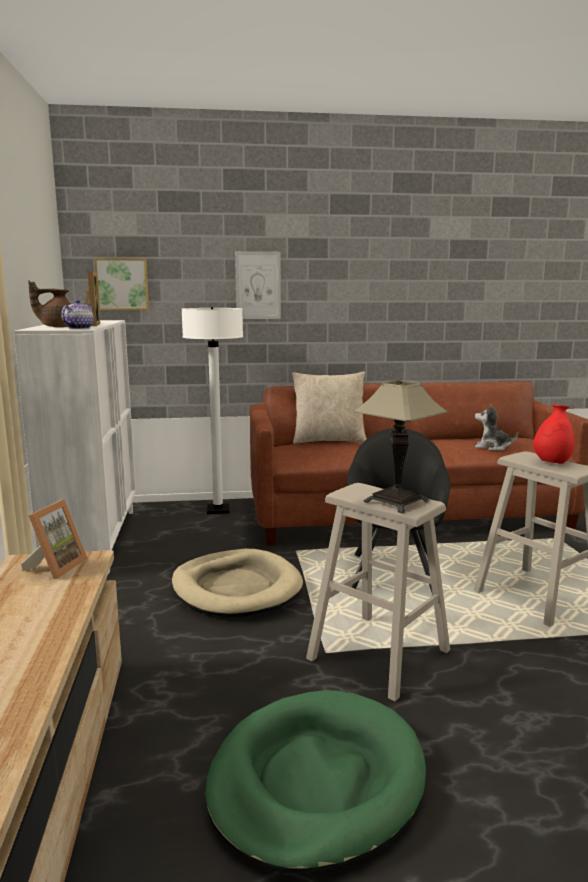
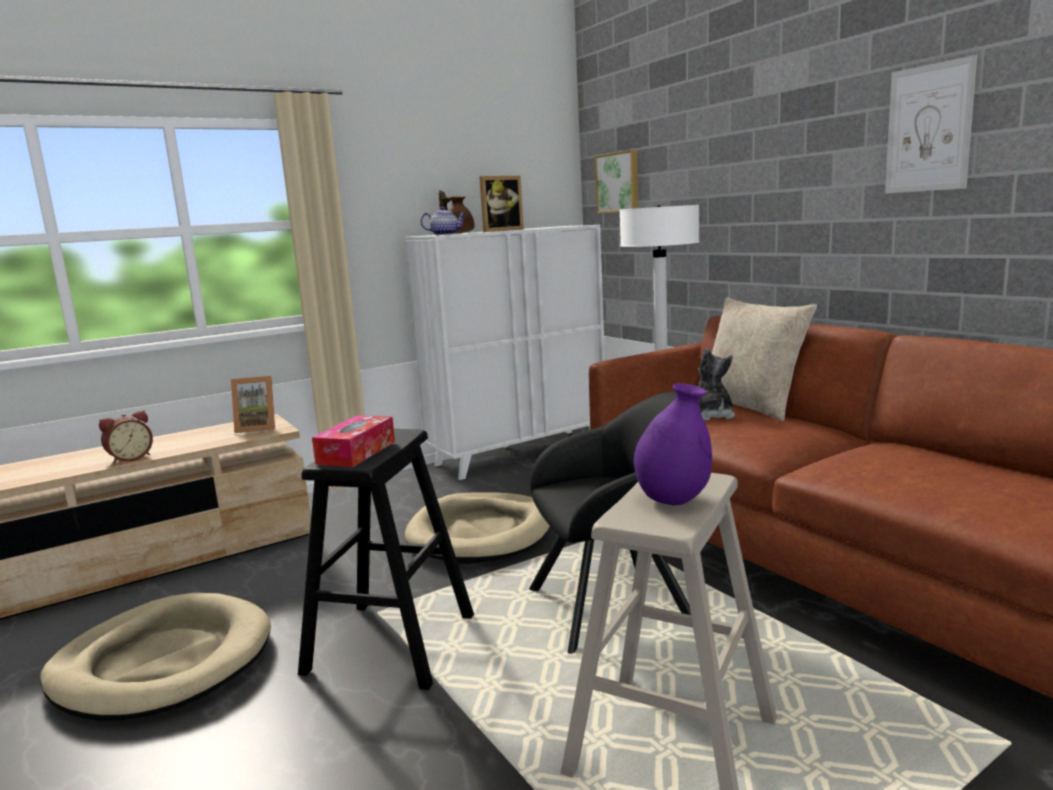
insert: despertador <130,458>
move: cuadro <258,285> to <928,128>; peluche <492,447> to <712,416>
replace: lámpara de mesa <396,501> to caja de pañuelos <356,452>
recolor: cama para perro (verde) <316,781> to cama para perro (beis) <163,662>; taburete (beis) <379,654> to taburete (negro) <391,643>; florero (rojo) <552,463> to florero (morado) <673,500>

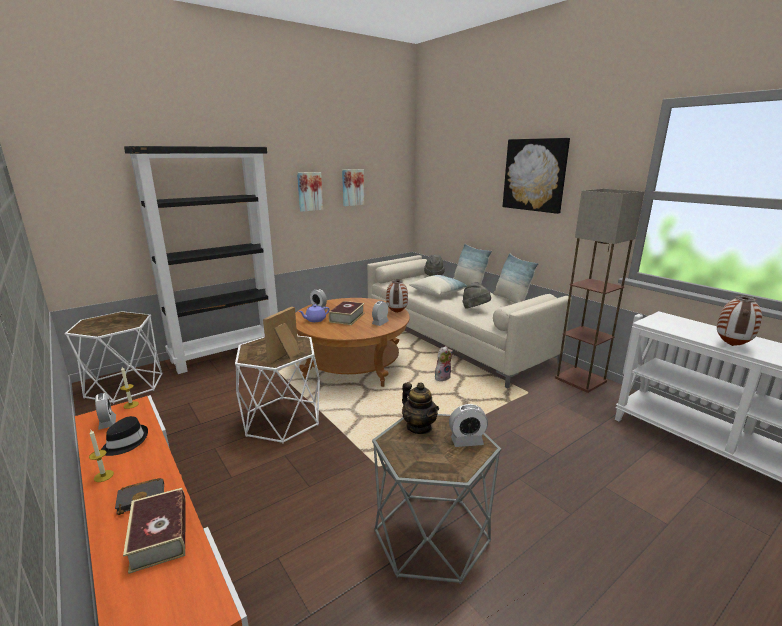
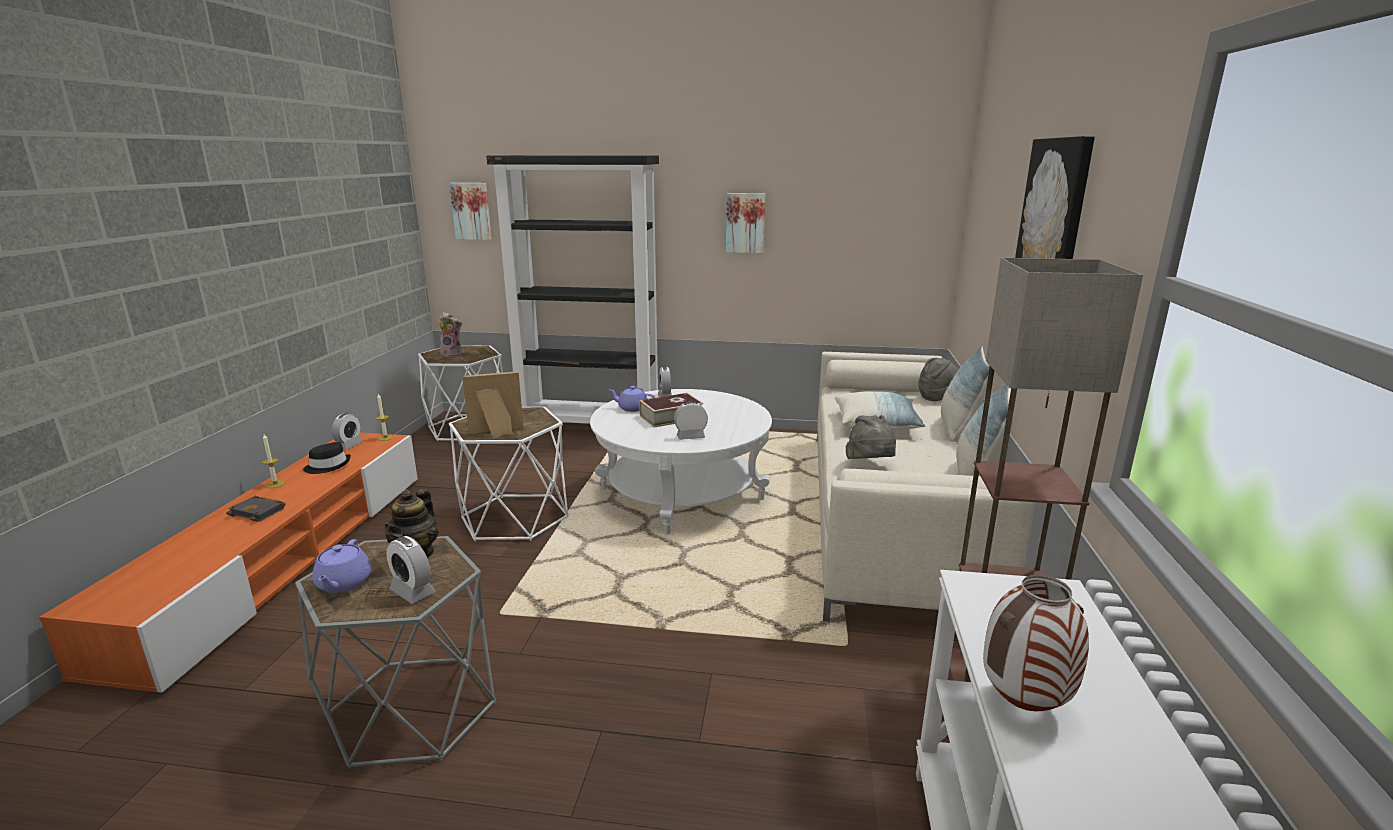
delete: libro <160,535>; florero <396,312>
insert: tetera (morado) <343,583>
move: cuadro <352,187> to <471,211>; peluche <442,377> to <453,354>
recolor: mesa de centro (marrón) <353,366> to mesa de centro (blanco) <681,494>

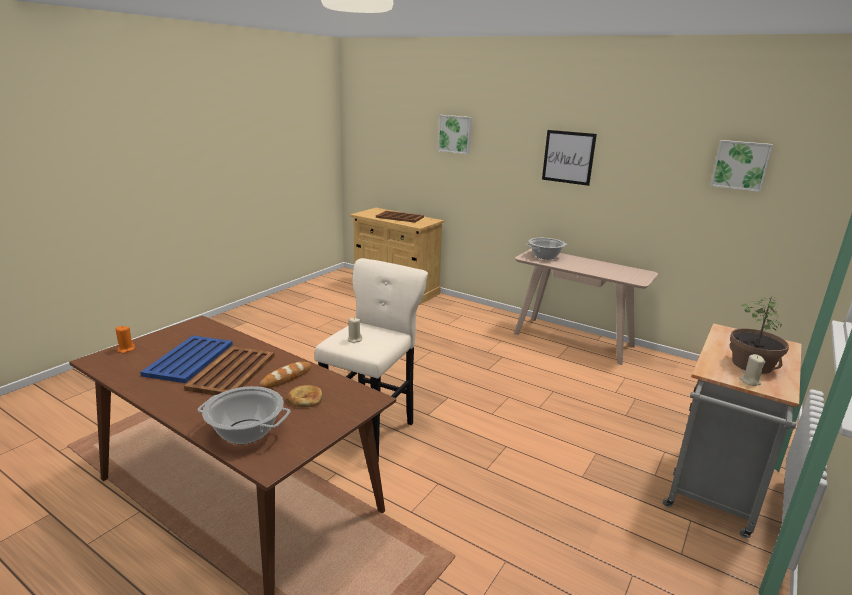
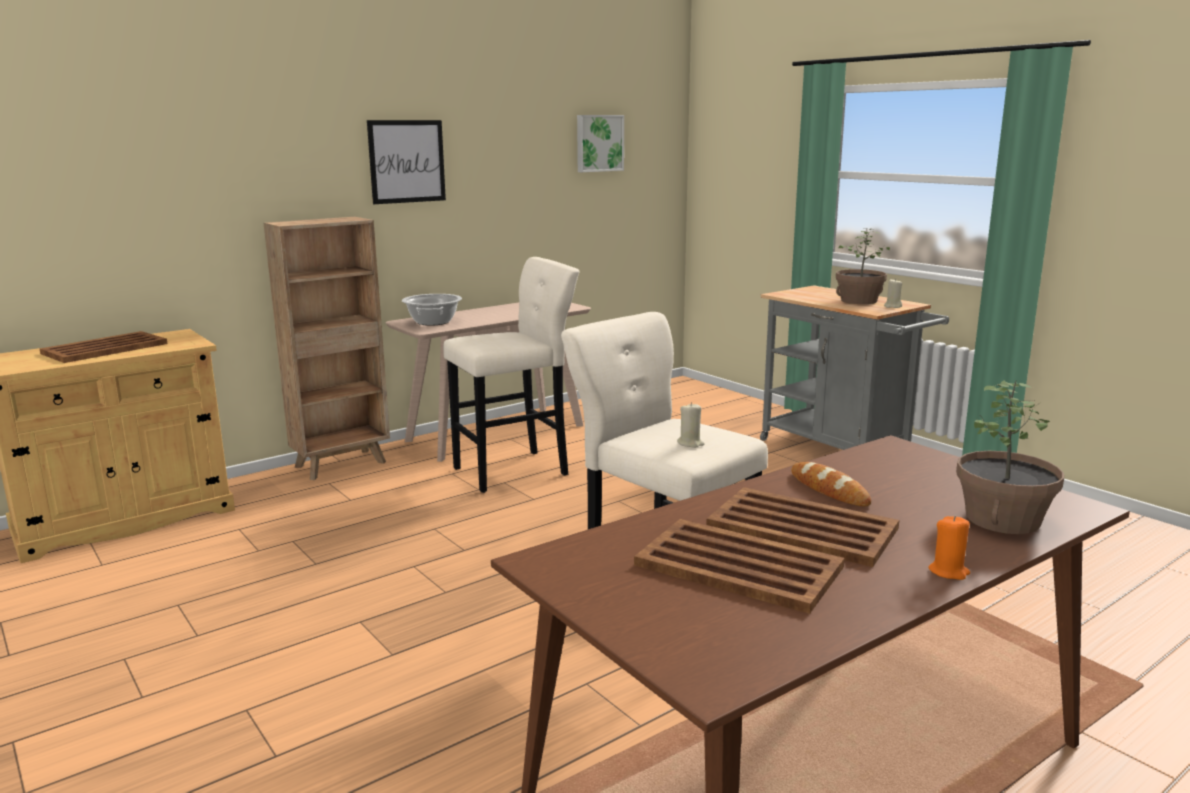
delete: pan <304,399>; cuadro <455,134>
insert: estantería (marrón) <342,464>; taburete (beis) <516,470>
move: vela (naranja) <126,349> to <949,572>
replace: olla <245,432> to planta en maceta <1003,519>
recolor: bandeja (azul) <190,359> to bandeja (marrón) <736,565>

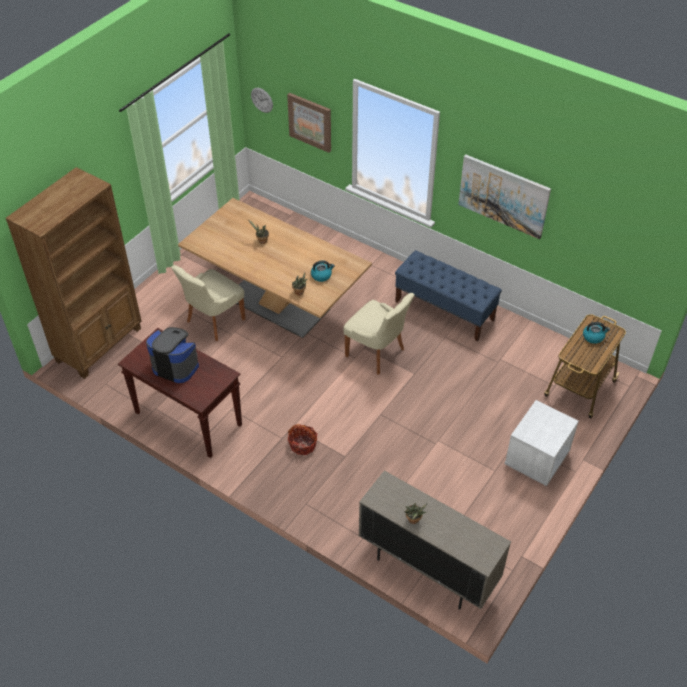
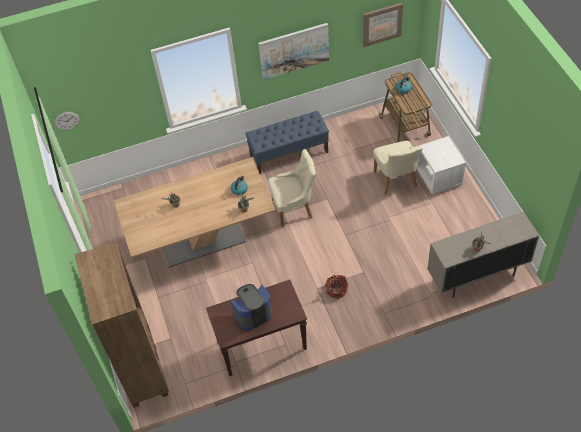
move: silla (beis) <213,321> to <396,180>; cuadro <310,122> to <382,24>

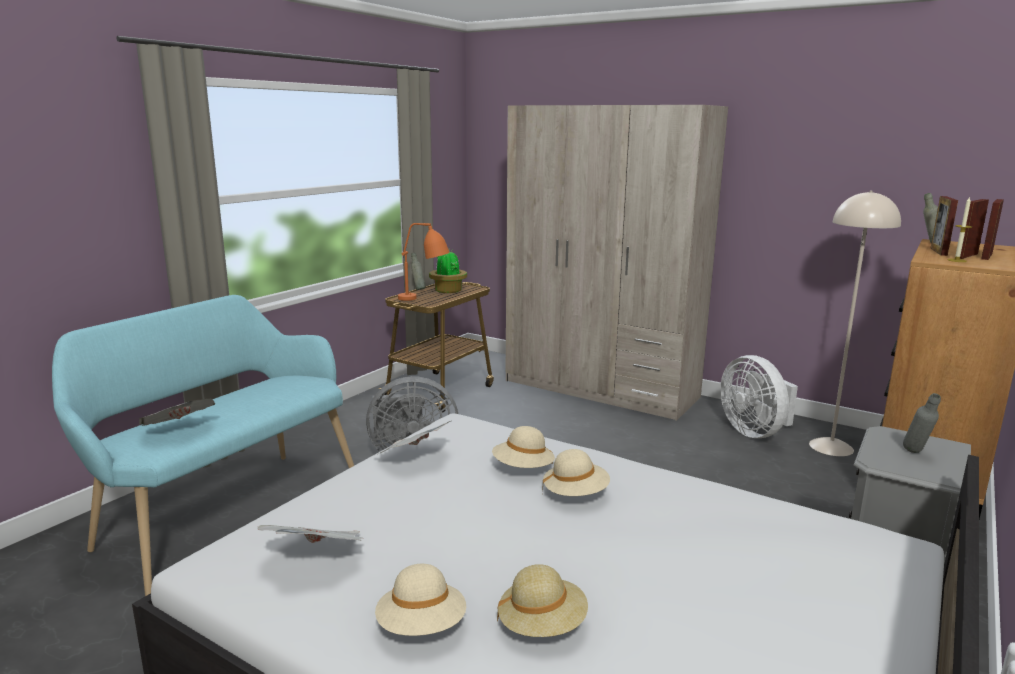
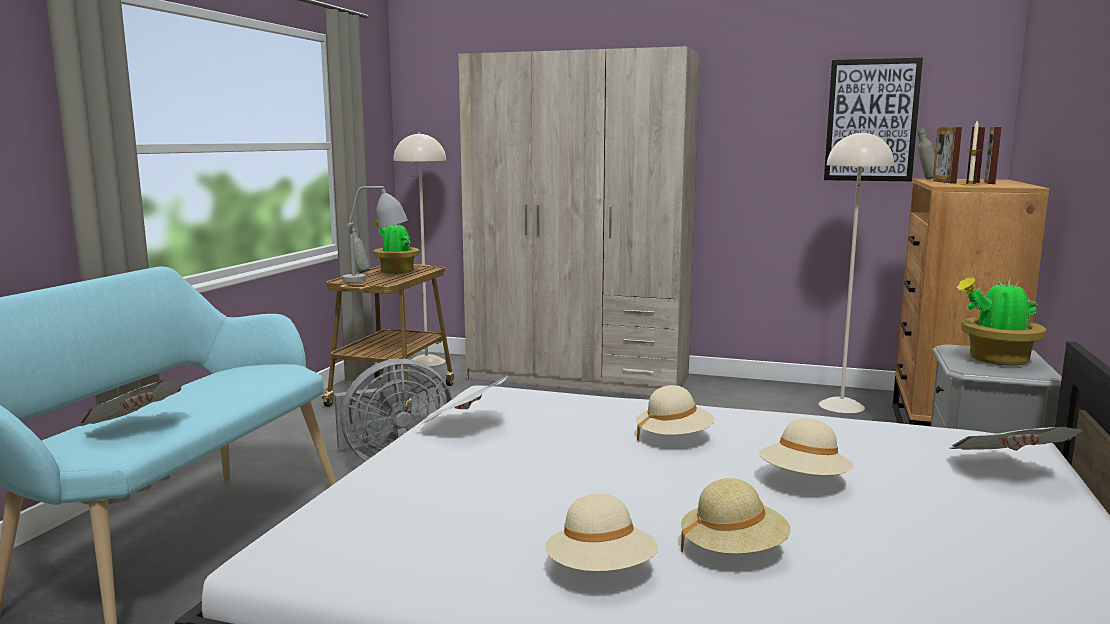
delete: ventilador (blanco) <754,432>
insert: lámpara de pie (beis) <427,361>; cuadro <871,120>
move: periódico <318,556> to <1008,469>; sombrero (beis) <523,468> to <804,480>
replace: botella (gris) <916,454> to planta en maceta <996,360>
recolor: lámpara de mesa (naranja) <425,300> to lámpara de mesa (gris) <378,280>

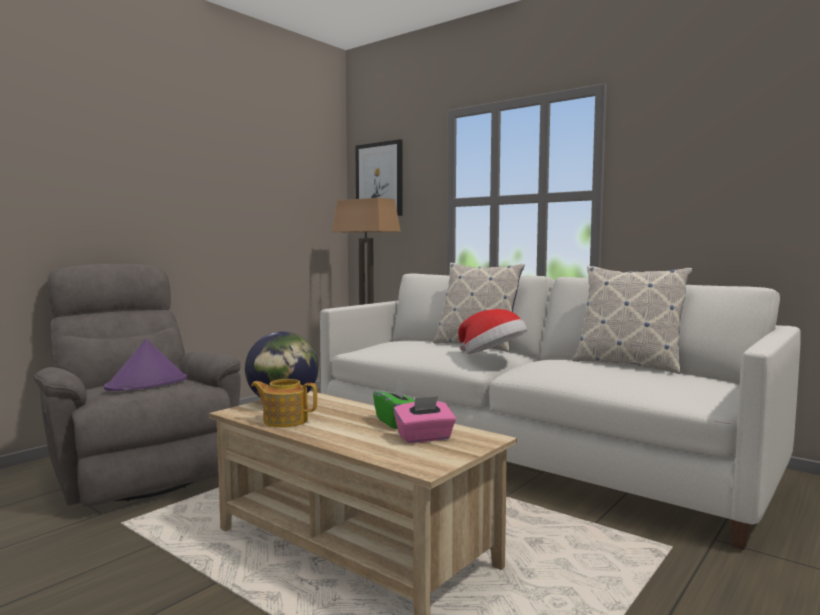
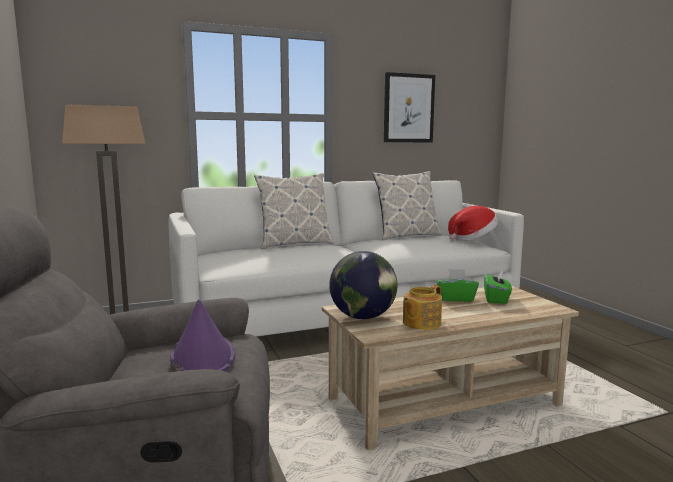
move: cuadro <379,180> to <408,108>; sombrero <492,356> to <473,239>
recolor: caja de pañuelos (rosa) <424,438> to caja de pañuelos (verde) <496,299>

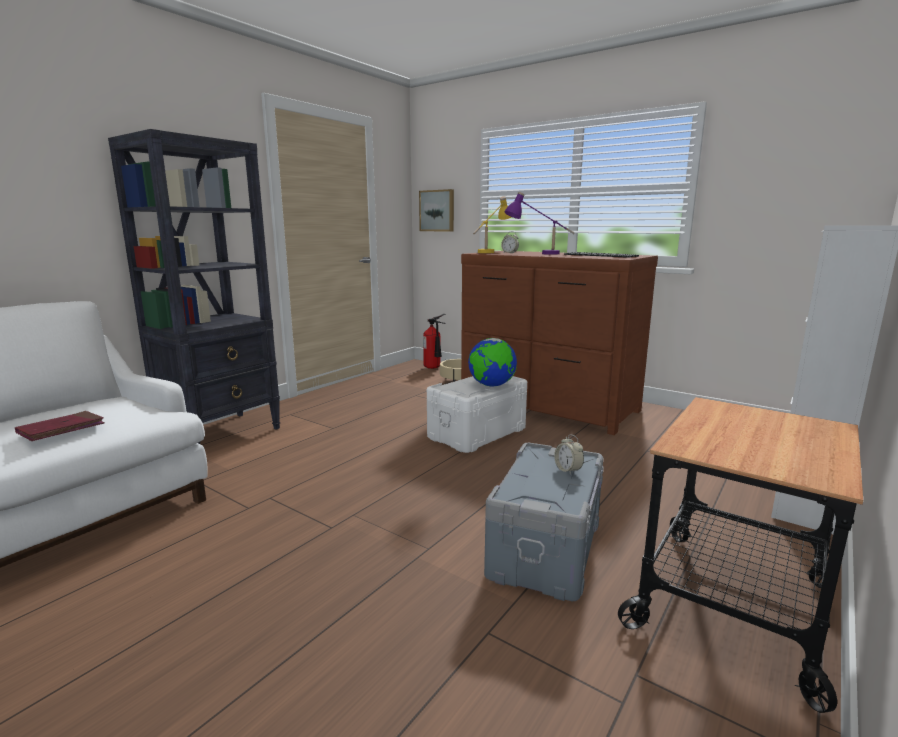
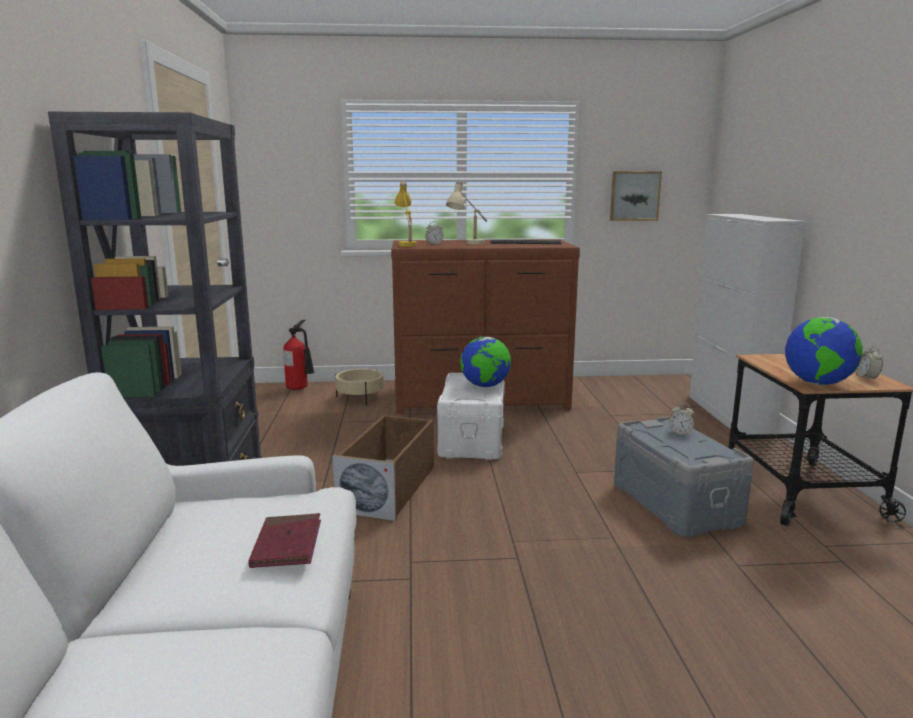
insert: caja de almacenaje (marrón) <389,488>; globo terráqueo <818,383>; despertador <866,378>
move: cuadro <437,211> to <634,196>
recolor: lámpara de mesa (morado) <539,254> to lámpara de mesa (beis) <469,244>

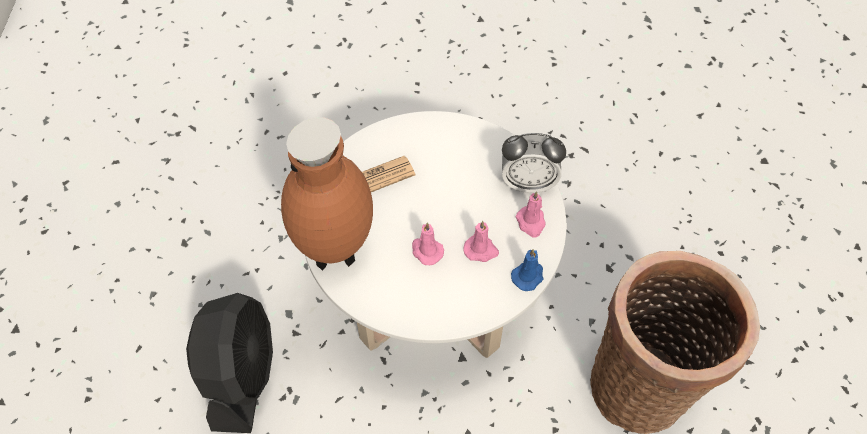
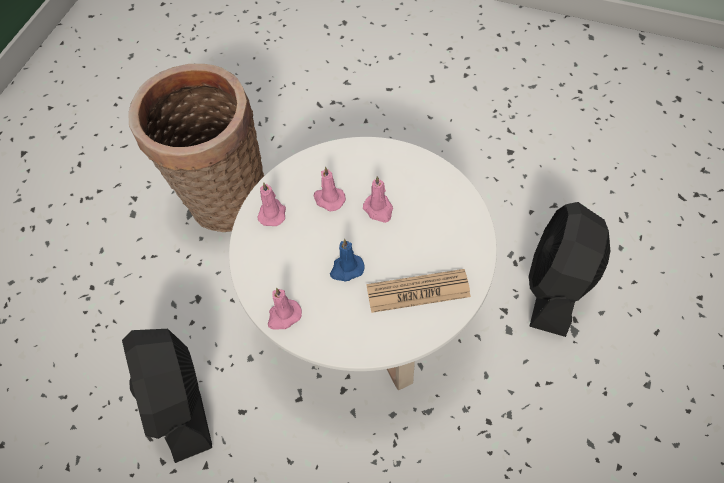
delete: florero (marrón) <337,253>; despertador <528,182>
insert: ventilador (negro) <179,402>; vela (rosa) <283,316>
move: vela (azul) <528,276> to <346,269>

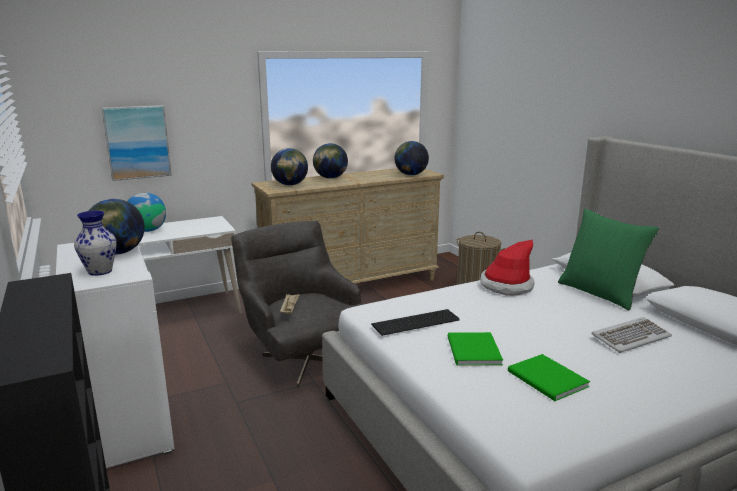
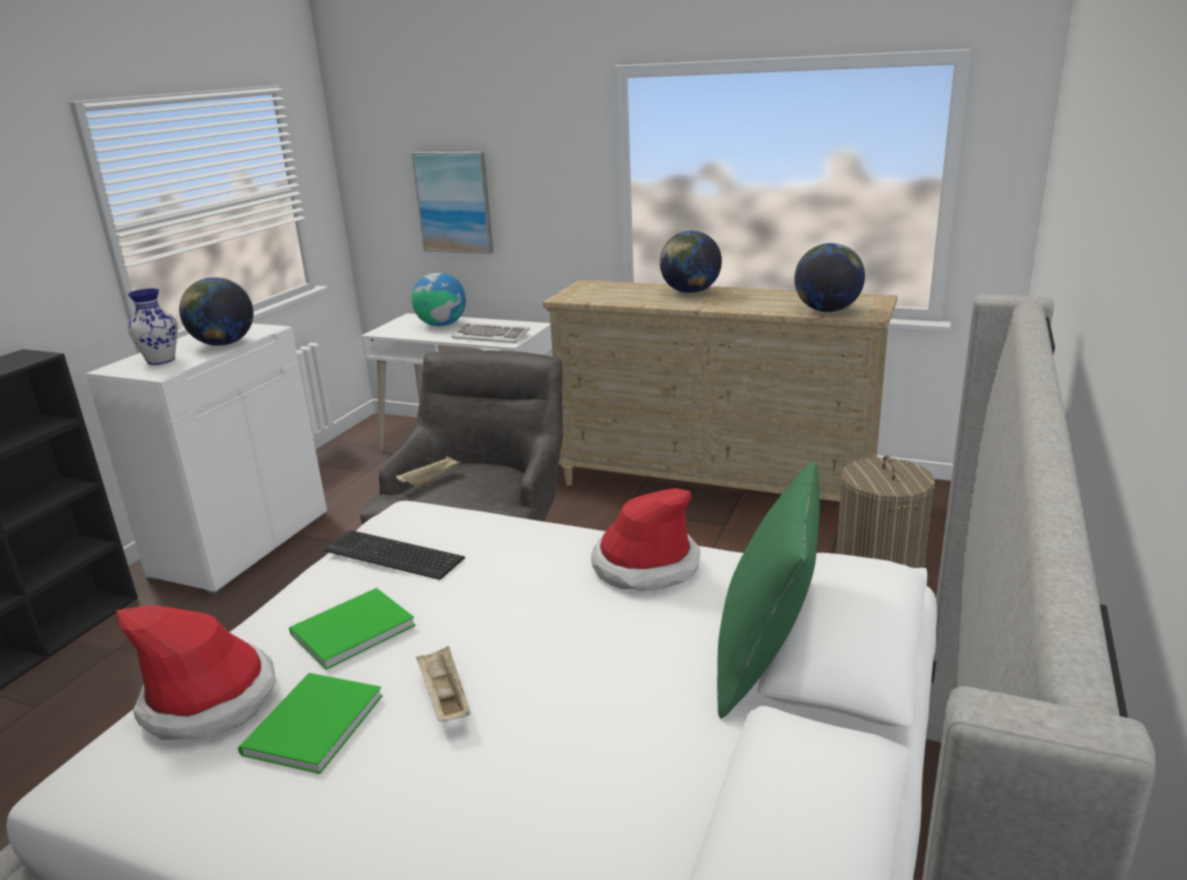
delete: globo terráqueo <290,185>
insert: sombrero <210,700>; bandeja (beis) <444,698>
move: teclado <630,337> to <491,336>

